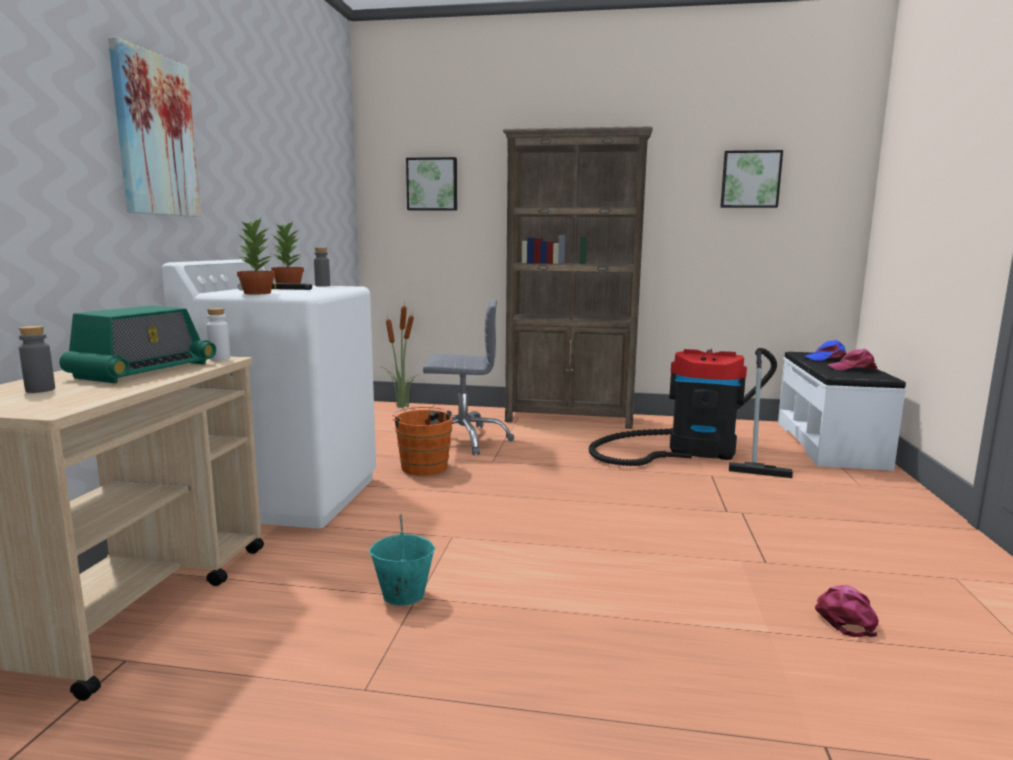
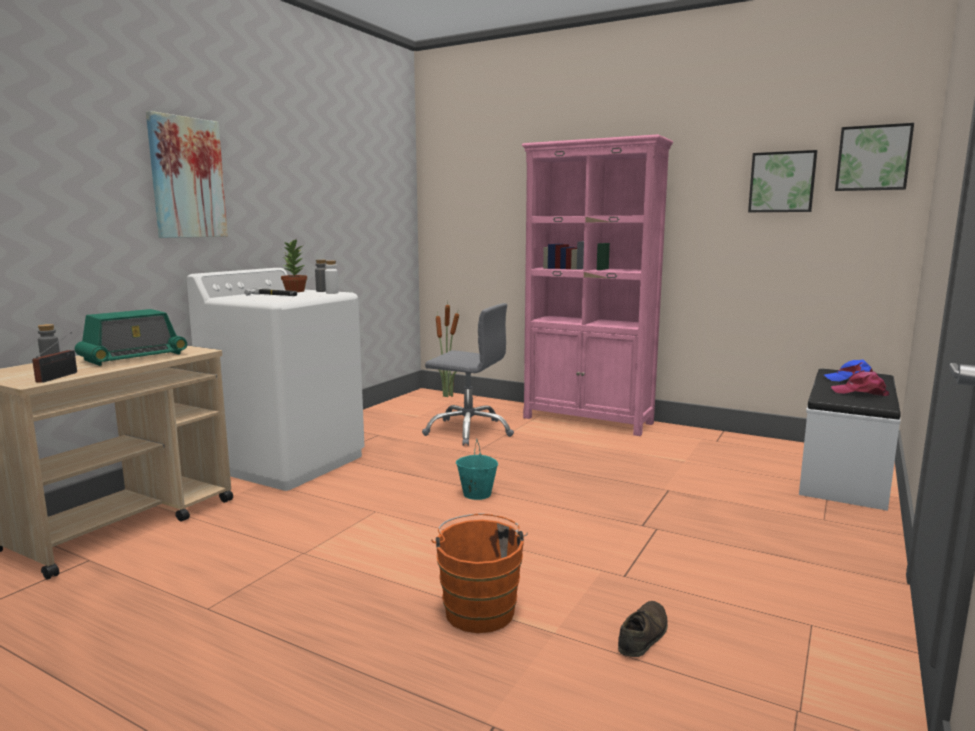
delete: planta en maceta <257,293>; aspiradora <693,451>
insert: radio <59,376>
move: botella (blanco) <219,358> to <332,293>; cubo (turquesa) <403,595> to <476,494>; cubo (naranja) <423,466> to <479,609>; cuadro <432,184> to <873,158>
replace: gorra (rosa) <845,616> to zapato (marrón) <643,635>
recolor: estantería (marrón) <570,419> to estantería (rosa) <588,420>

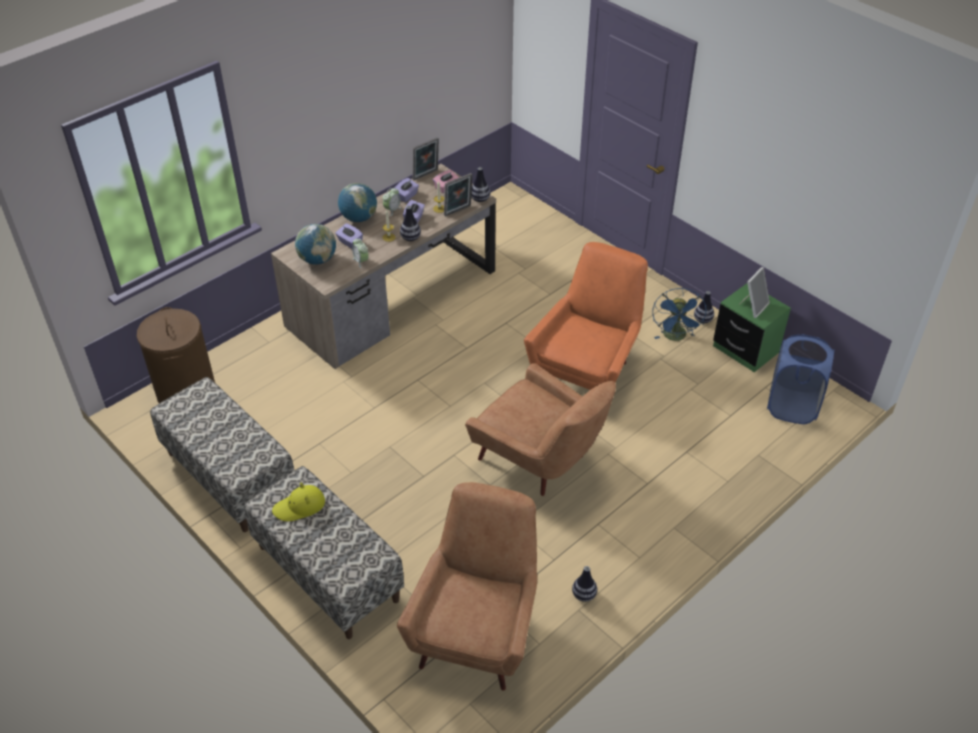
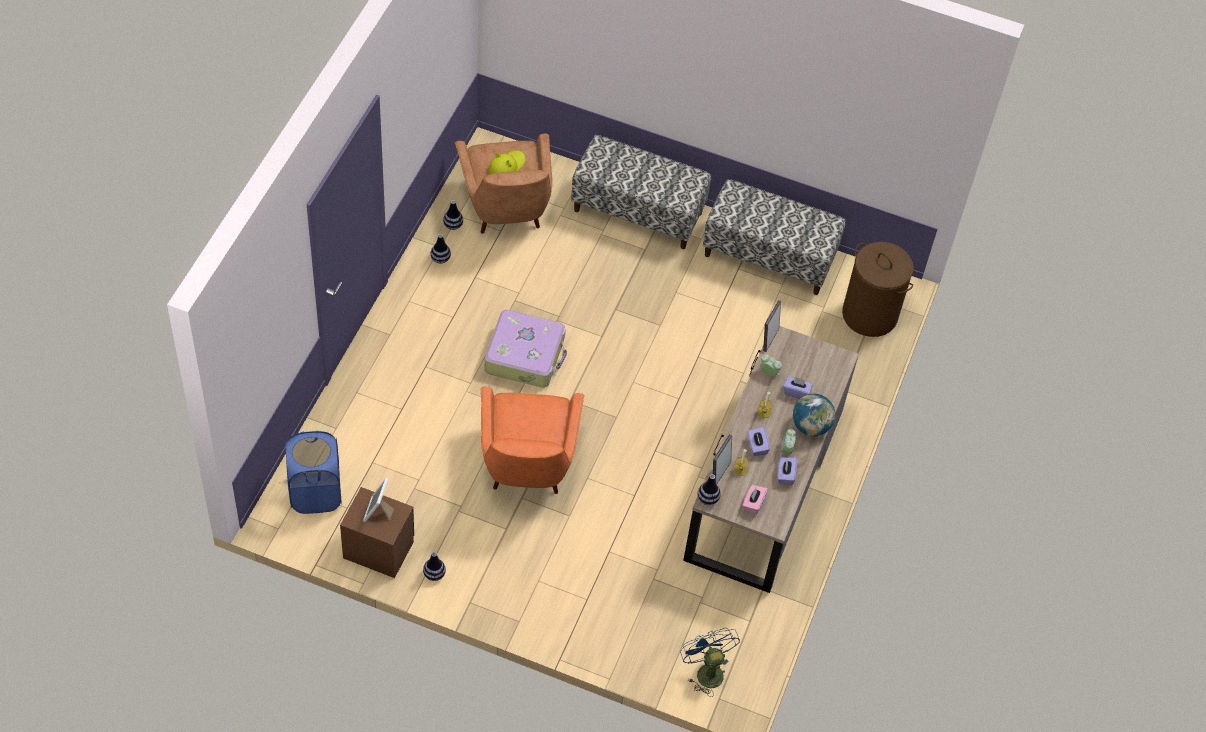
delete: globo terráqueo <317,260>
move: sombrero (amarillo) <299,506> to <506,166>; florero <410,238> to <453,225>; portarretratos <426,175> to <769,339>; ventilador (azul) <675,337> to <706,671>
replace: sillón (marrón) <540,461> to maleta <525,355>
recolor: mesita de noche (verde) <745,349> to mesita de noche (marrón) <378,549>

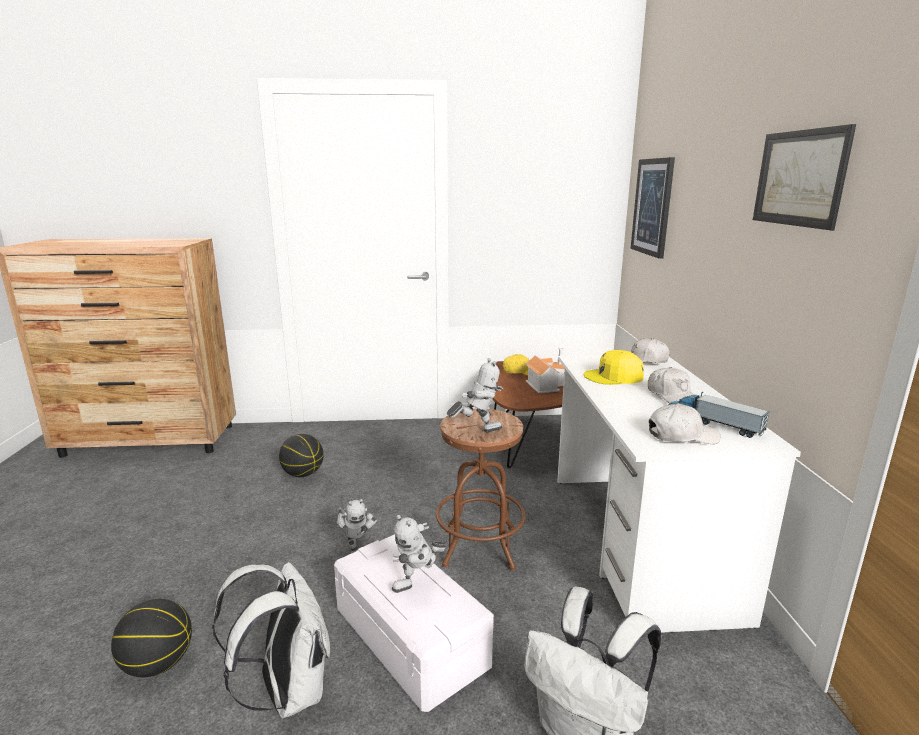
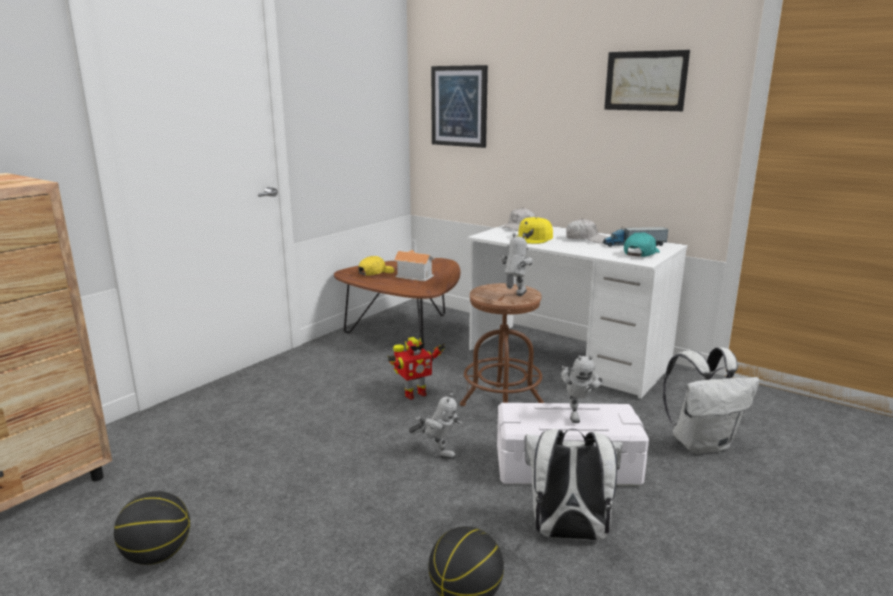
insert: robot de juguete <414,394>
move: balón de baloncesto <303,474> to <157,555>
recolor: gorra (blanco) <681,436> to gorra (turquesa) <640,253>

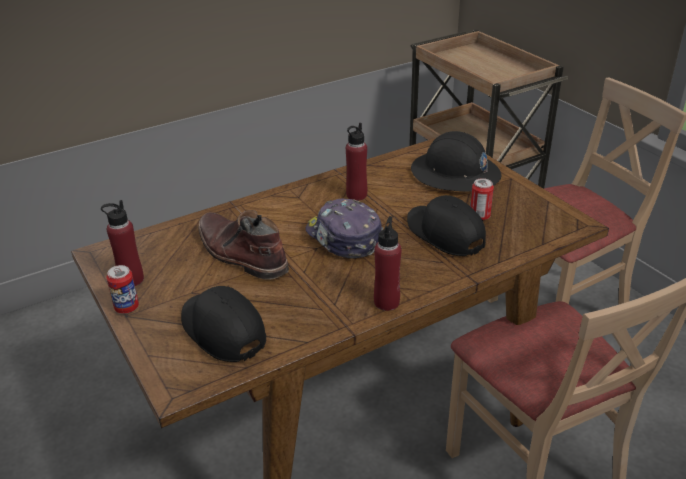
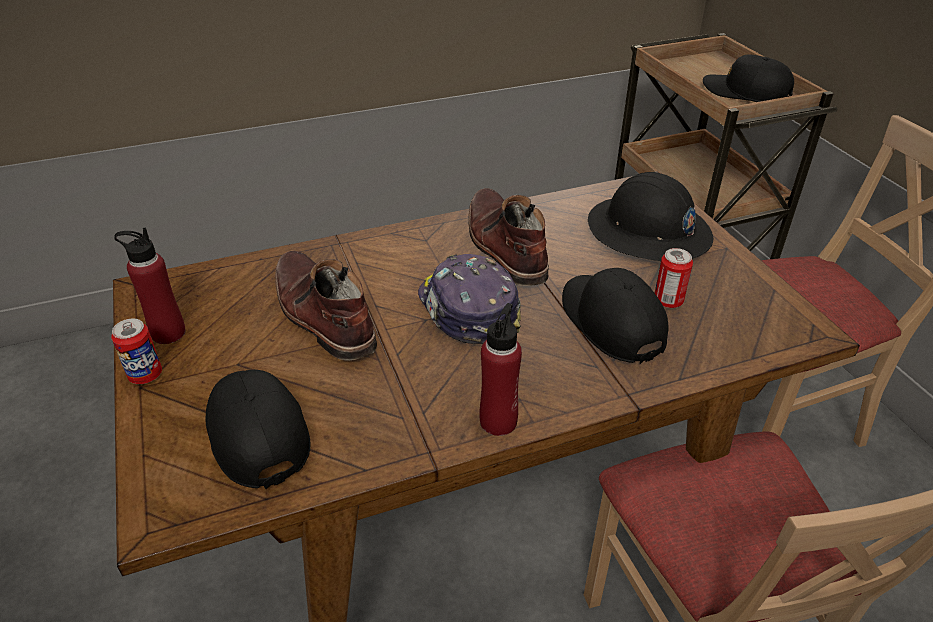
insert: gorra (negro) <746,92>
replace: botella (rojo) <356,195> to bota (marrón) <504,246>

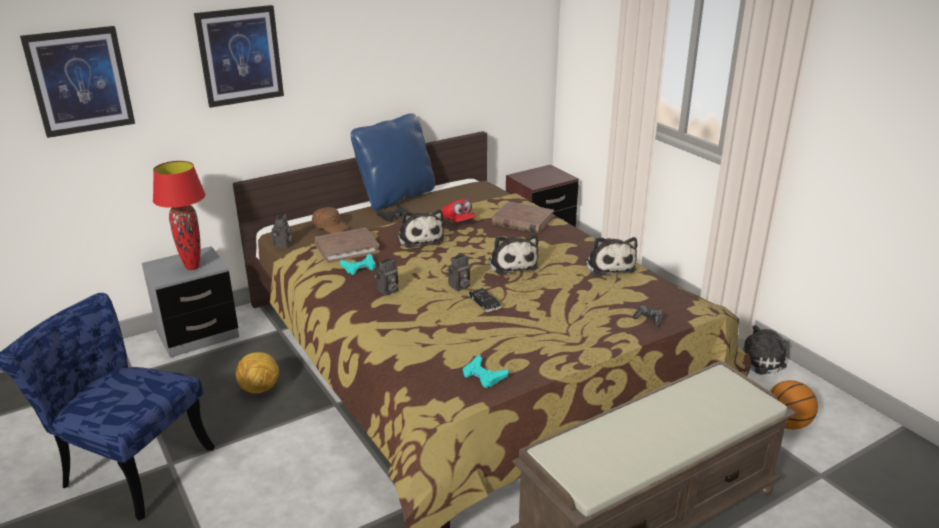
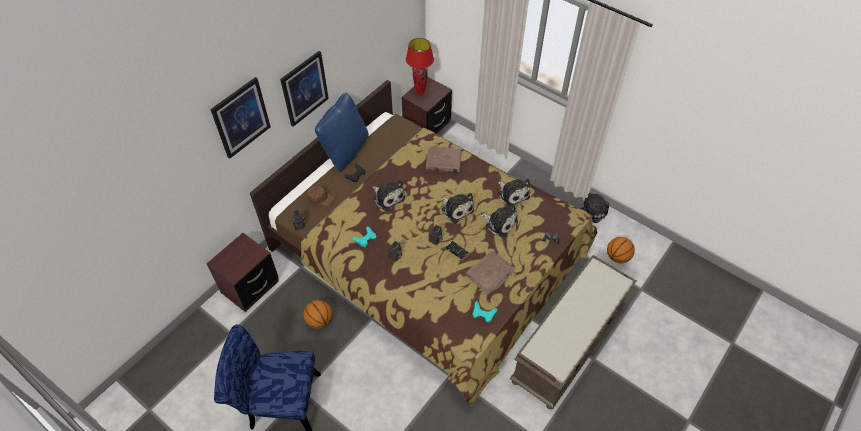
delete: gorra (rojo) <458,221>
insert: peluche <499,223>
move: cuadro <80,81> to <304,88>; lámpara de mesa (rojo) <193,267> to <420,92>; libro (marrón) <347,248> to <489,273>
replace: balón de fútbol <260,389> to balón de baloncesto <319,320>
recolor: mesita de noche (gris) <198,335> to mesita de noche (marrón) <250,287>

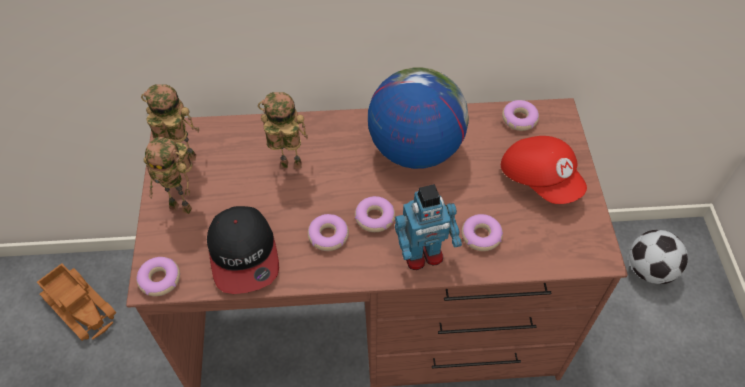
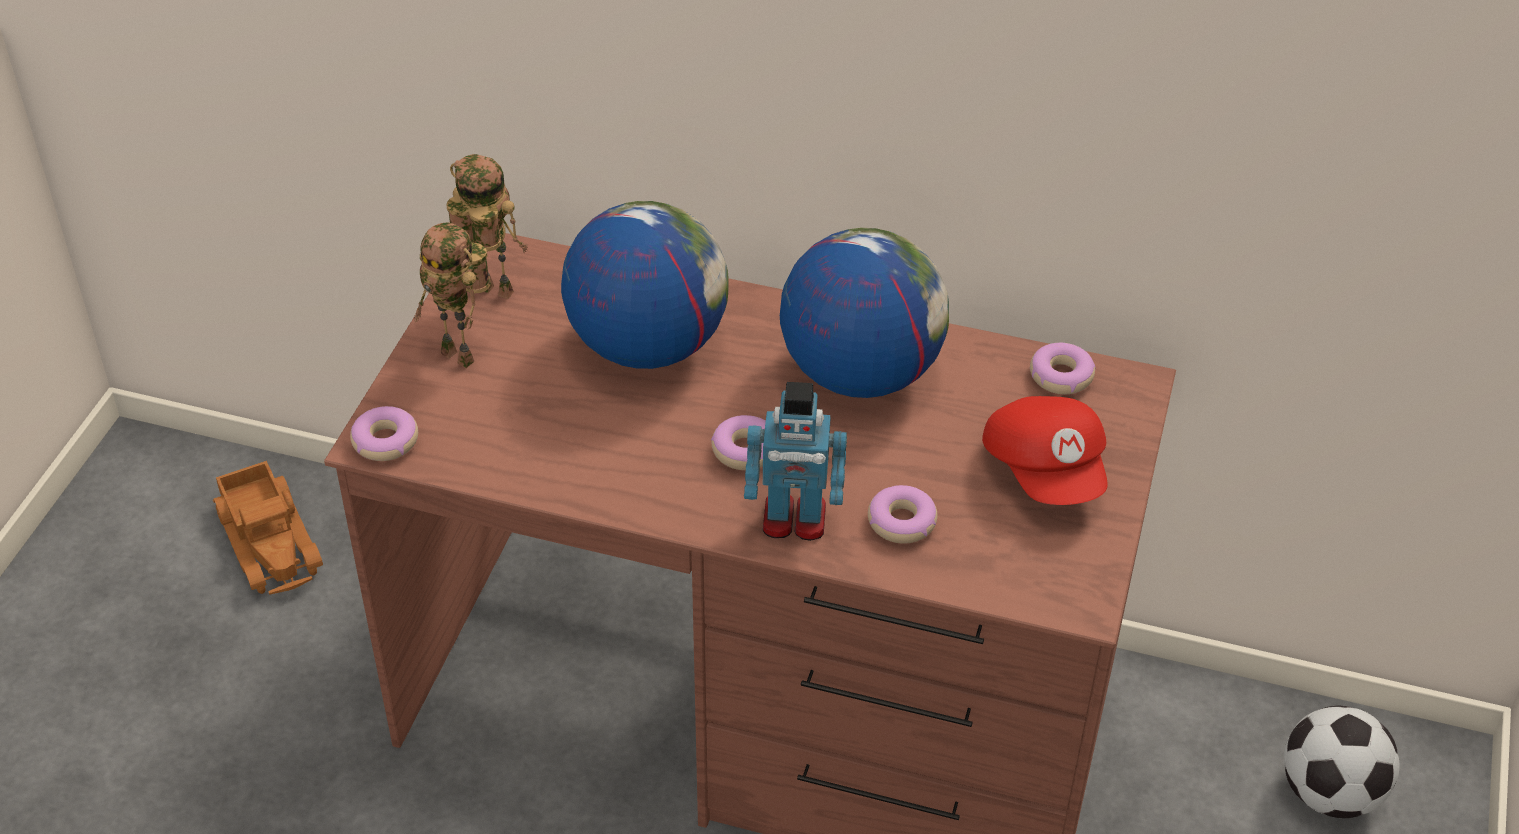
delete: gorra <244,254>; rosquilla <328,235>
replace: robot de juguete <289,167> to globo terráqueo <647,345>

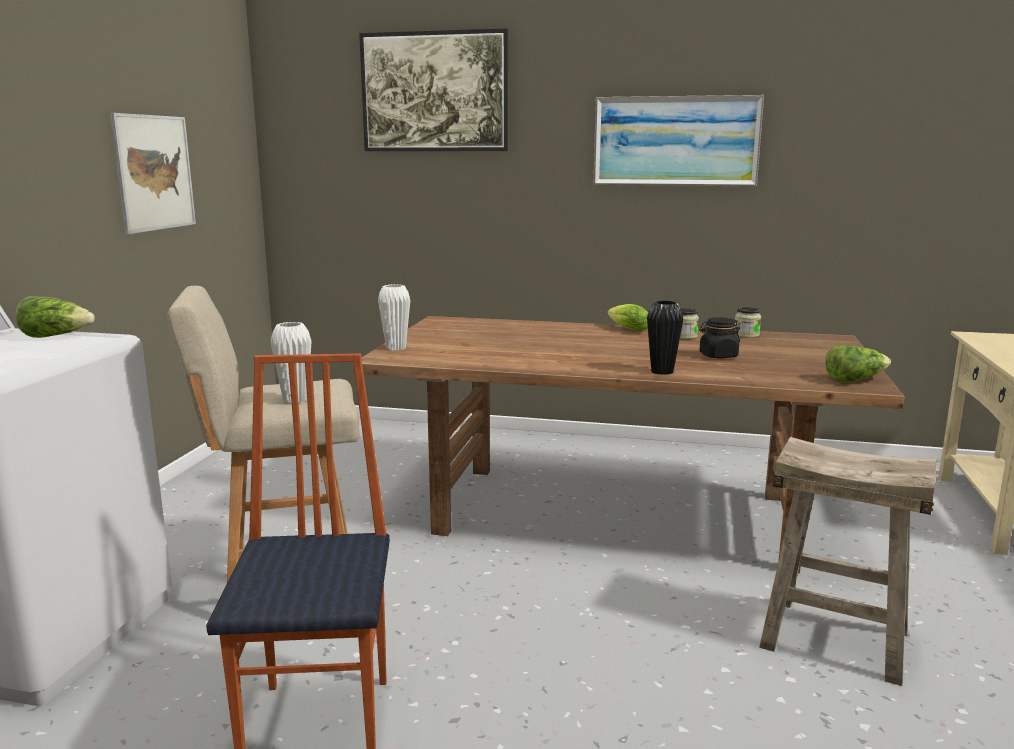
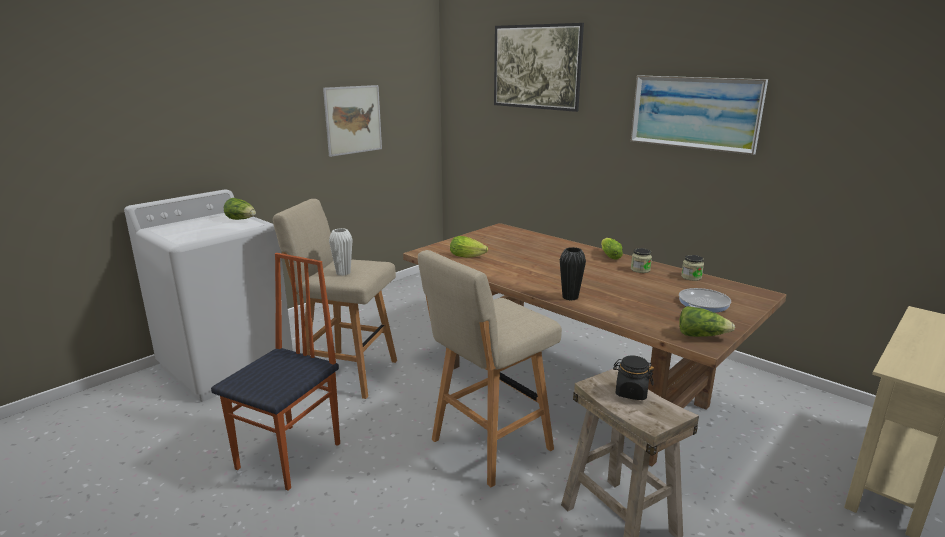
delete: florero (blanco) <396,348>
insert: taburete (beis) <488,446>; lechuga <469,256>; sartén <701,304>
move: tarro (negro) <718,356> to <631,392>

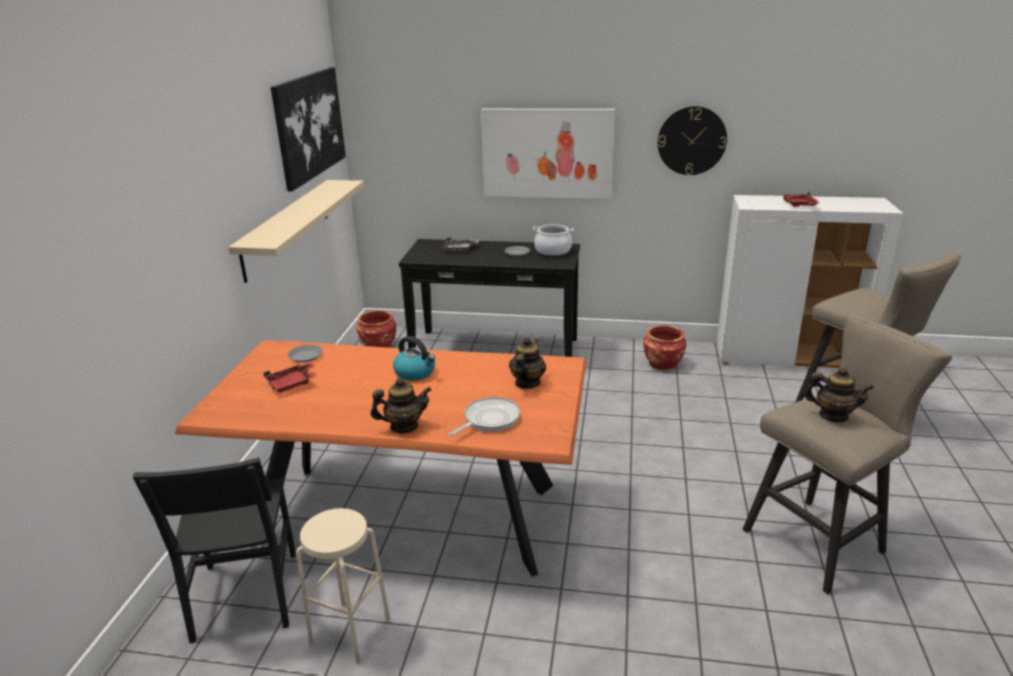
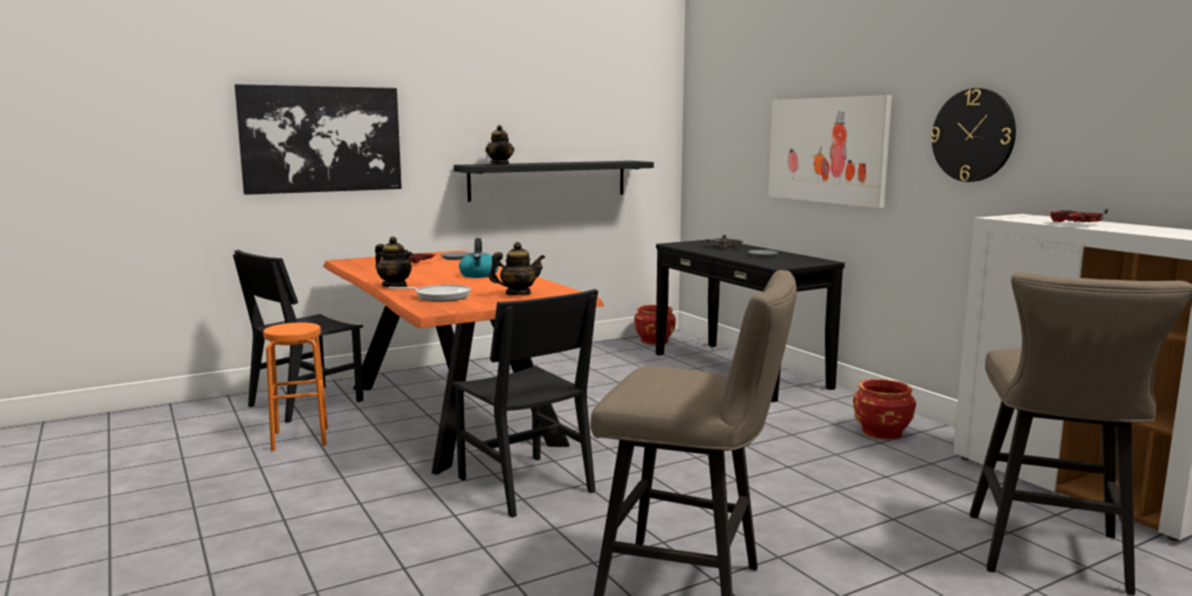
delete: olla <553,251>
insert: silla (negro) <525,485>
move: cuadro <309,125> to <321,139>; tetera <833,415> to <500,164>
recolor: estante (beis) <287,227> to estante (negro) <548,180>; taburete (beis) <350,631> to taburete (naranja) <300,439>

